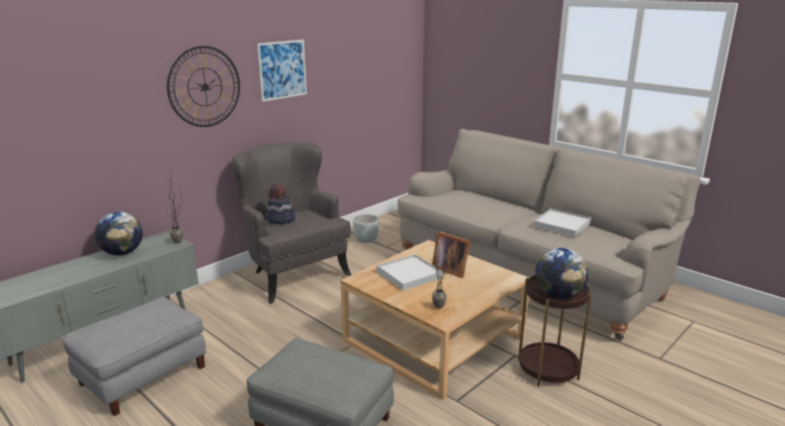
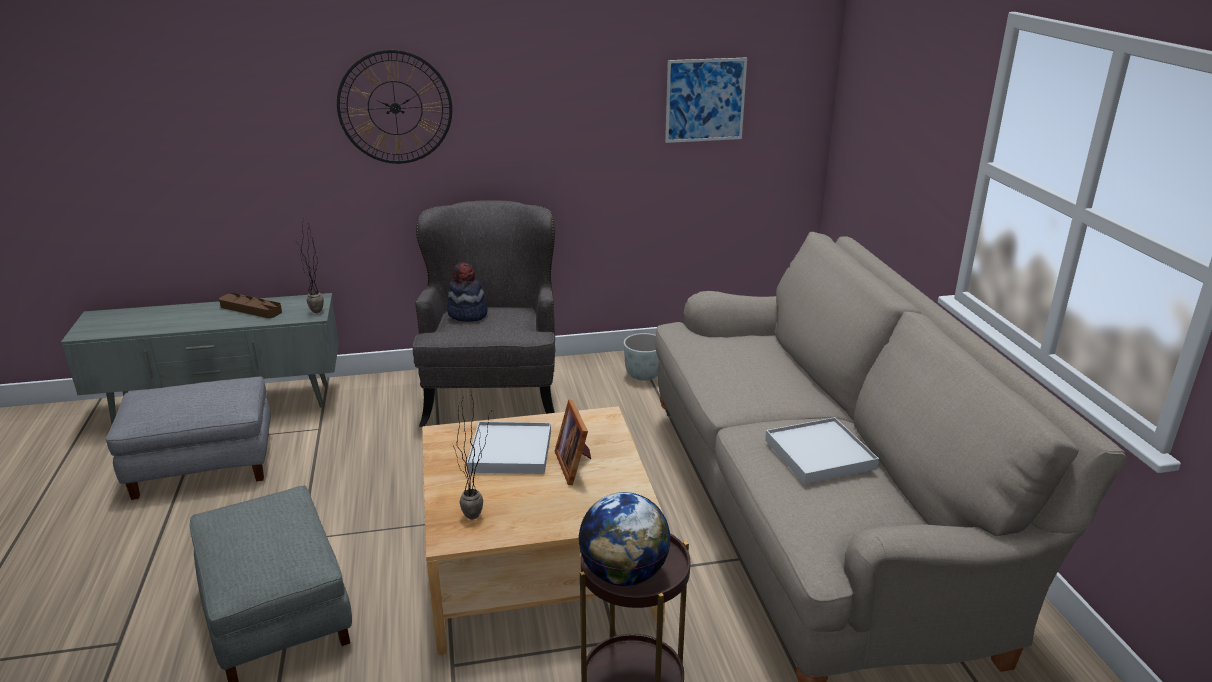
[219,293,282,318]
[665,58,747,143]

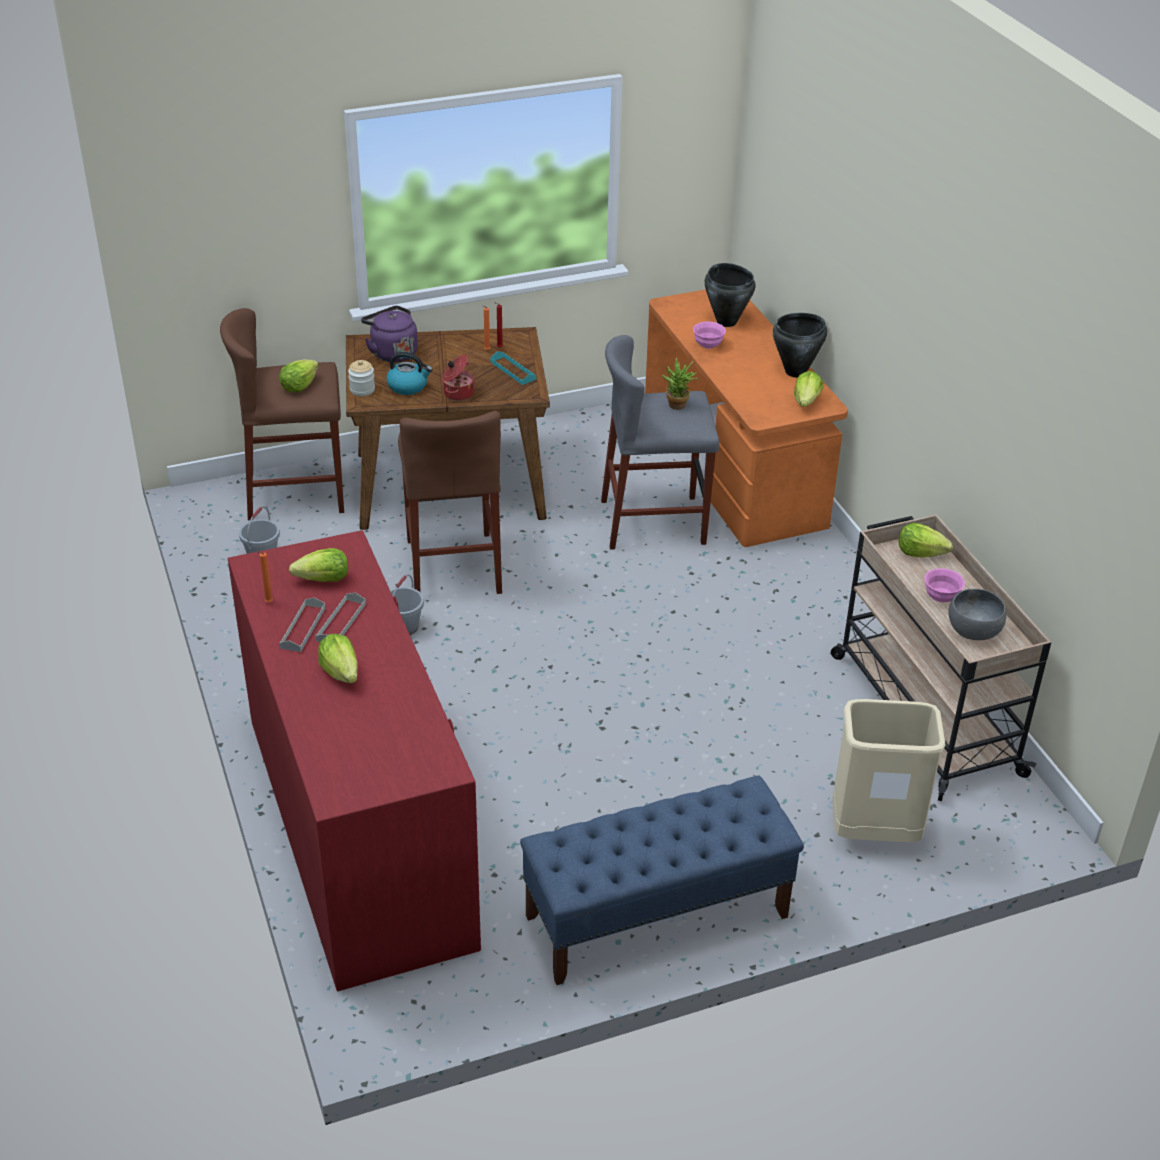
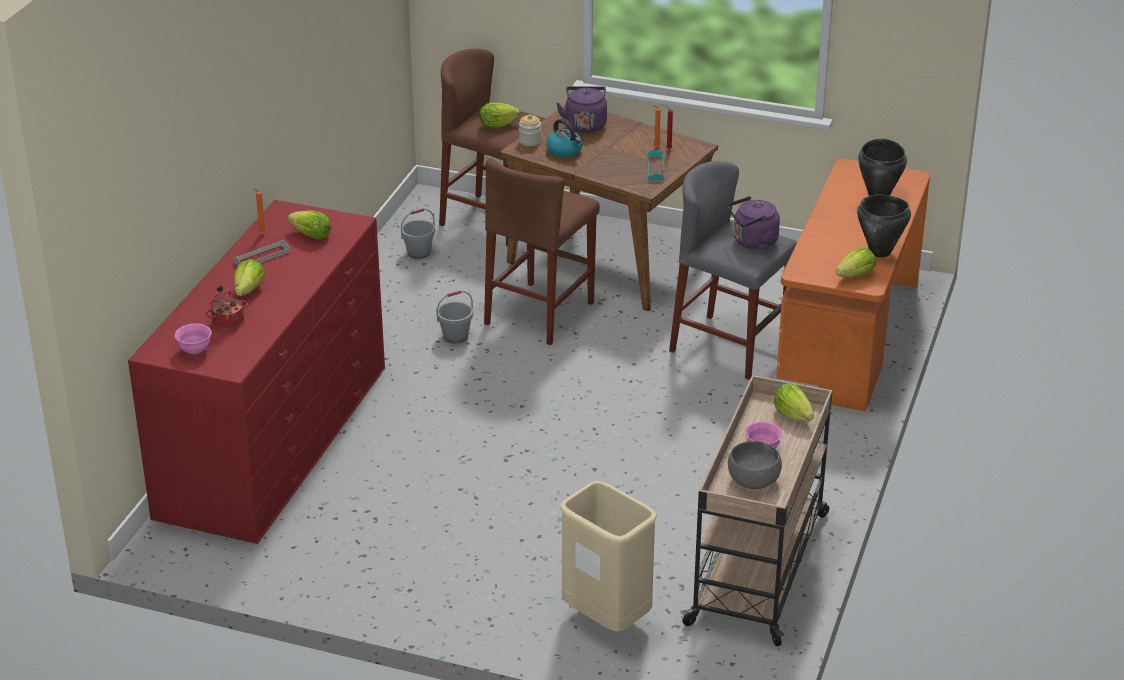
[315,593,366,642] (first image)
[205,284,248,329]
[520,775,804,985] (first image)
[727,196,780,250]
[175,323,212,354]

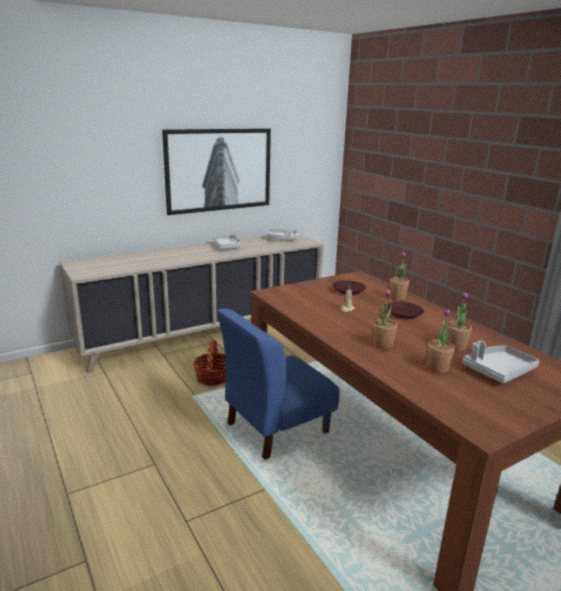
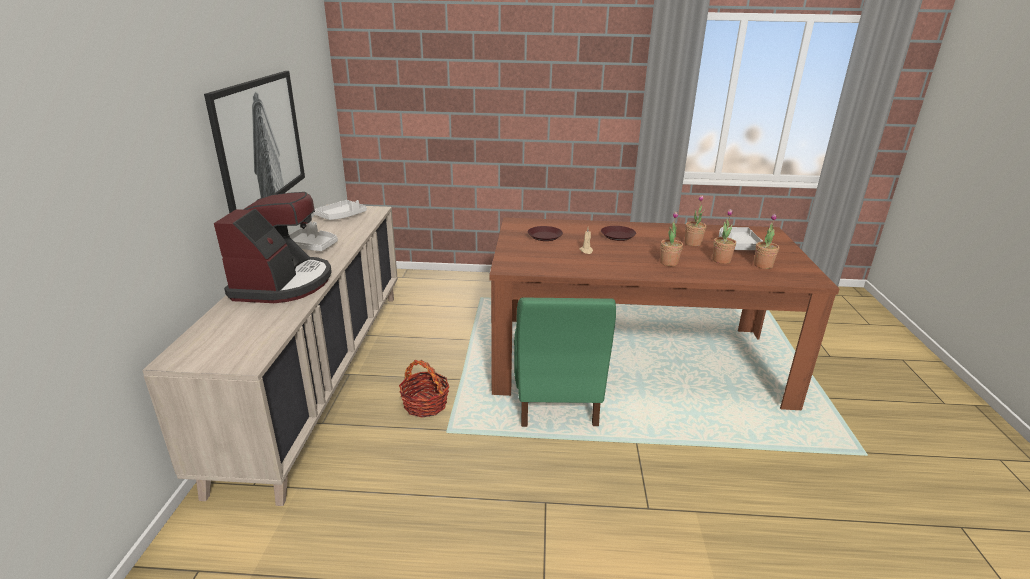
[514,297,616,427]
[754,214,779,269]
[214,192,332,303]

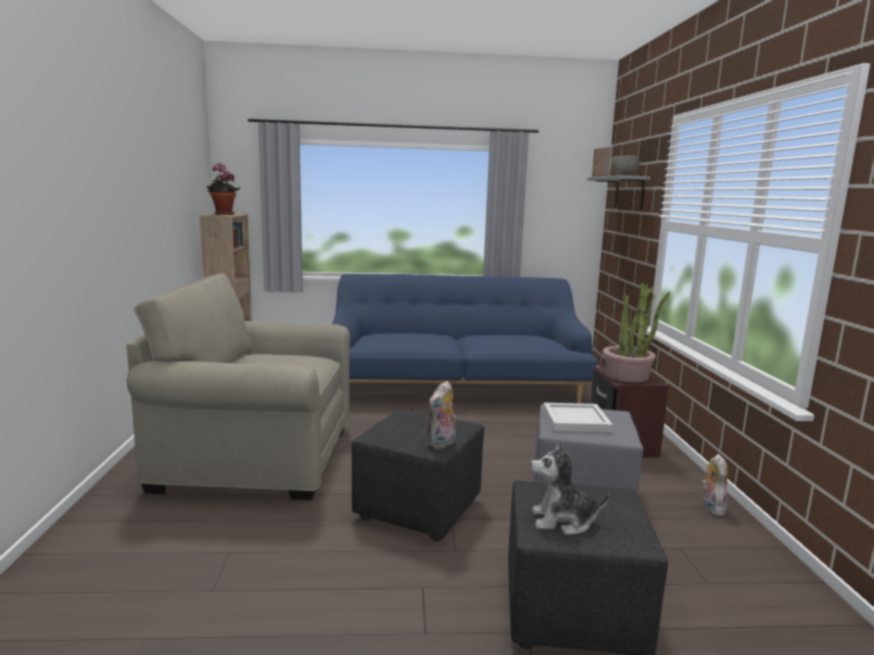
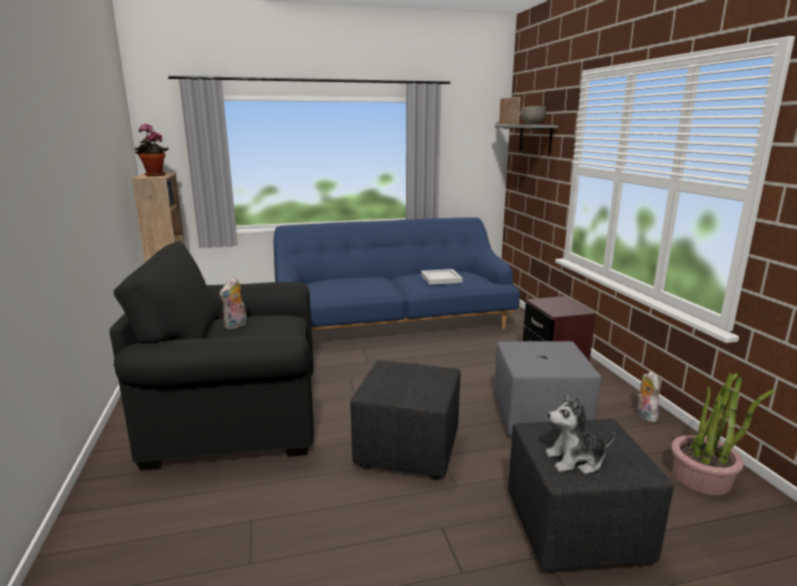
[109,241,314,470]
[219,277,247,330]
[421,269,463,285]
[671,373,775,495]

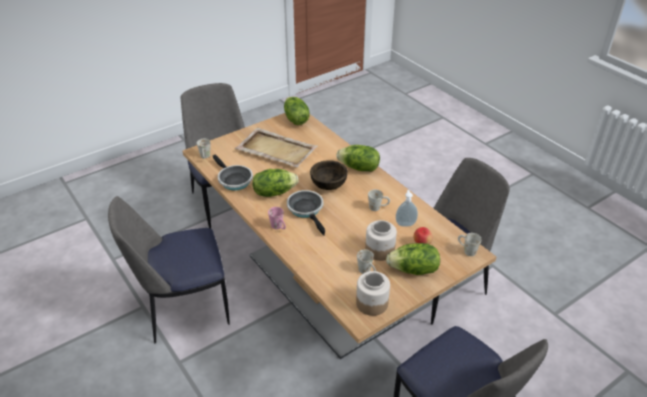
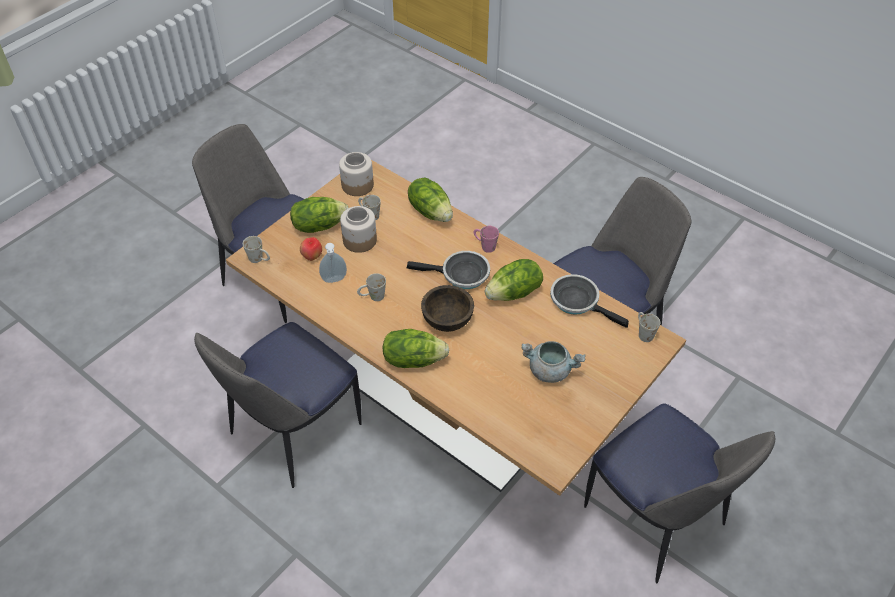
[522,341,586,383]
[408,177,453,222]
[406,251,490,289]

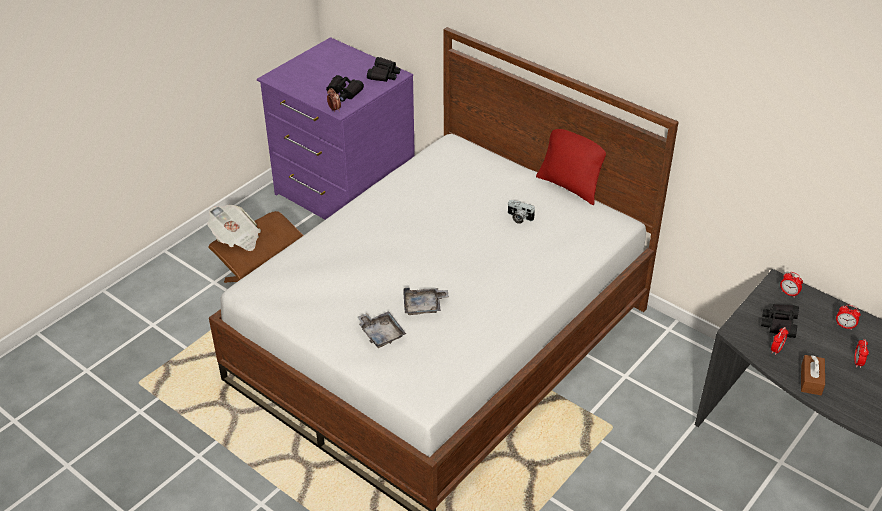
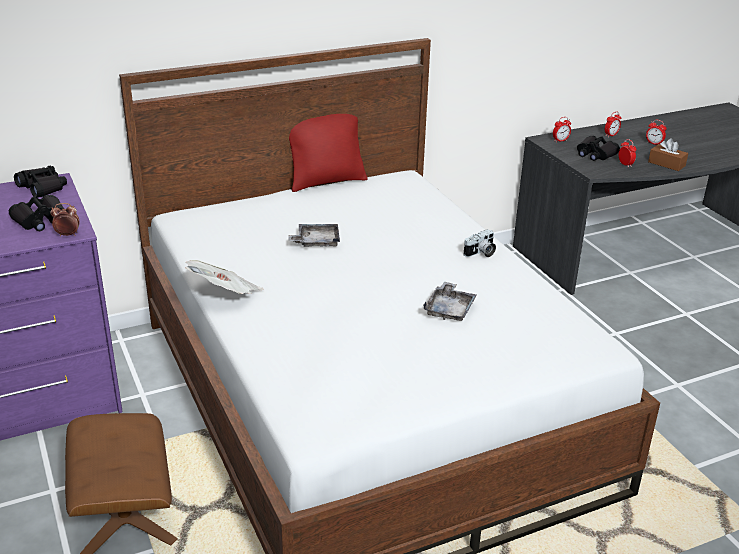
[185,260,263,294]
[288,224,340,247]
[463,229,496,257]

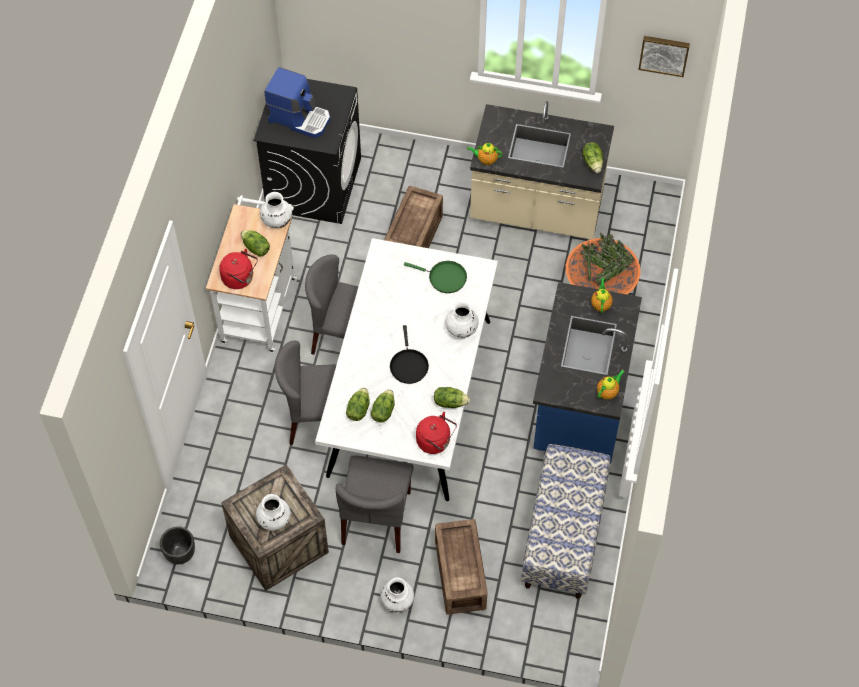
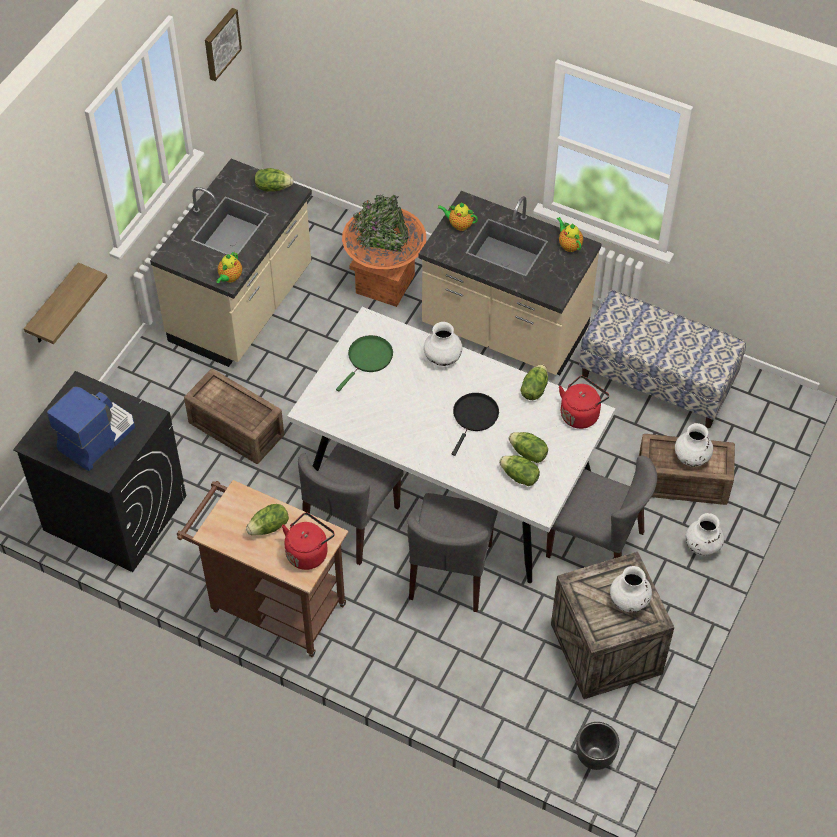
[177,480,348,657]
[675,423,713,467]
[452,393,499,456]
[418,191,602,375]
[24,262,108,344]

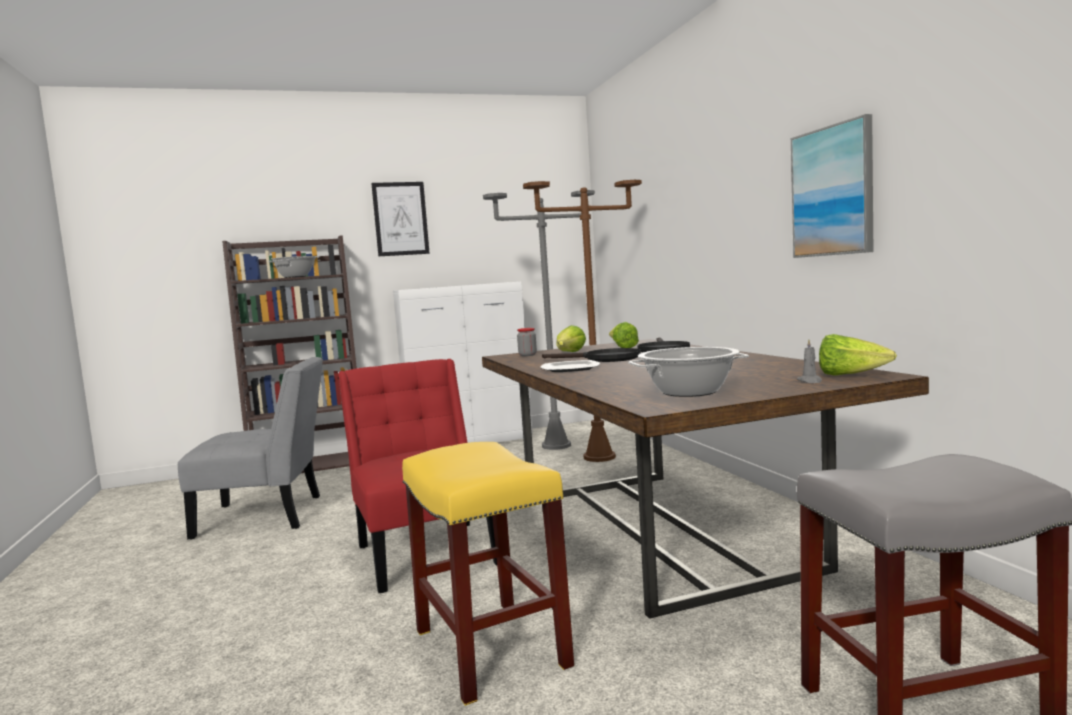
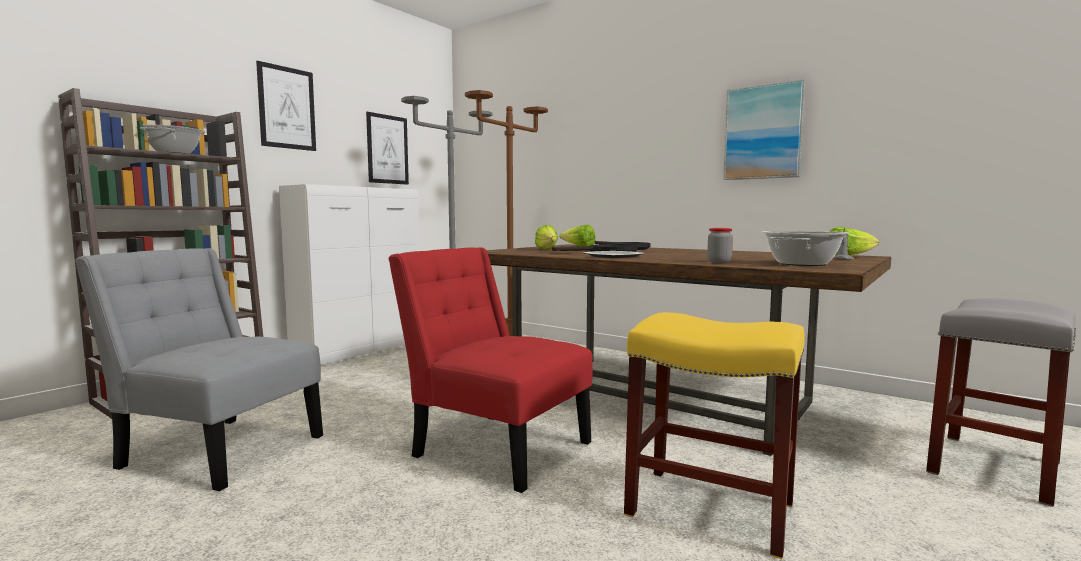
[75,248,323,491]
[707,228,733,263]
[366,112,409,185]

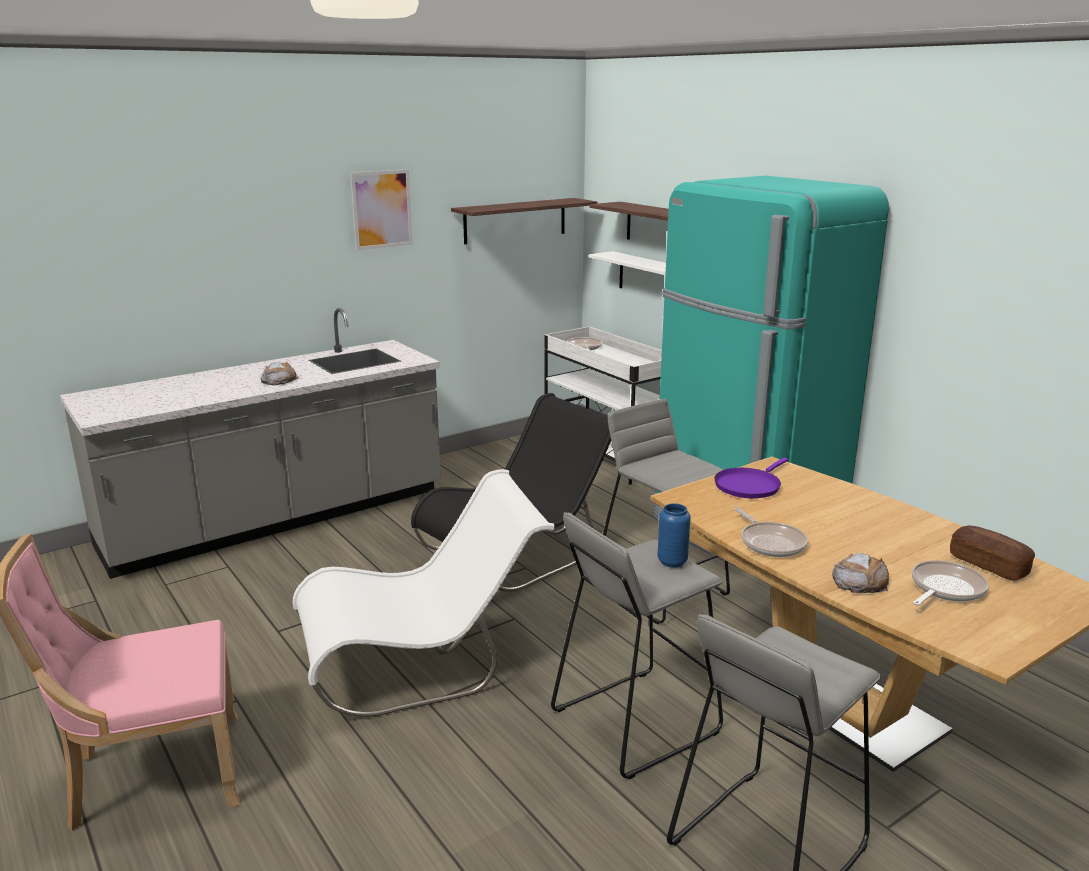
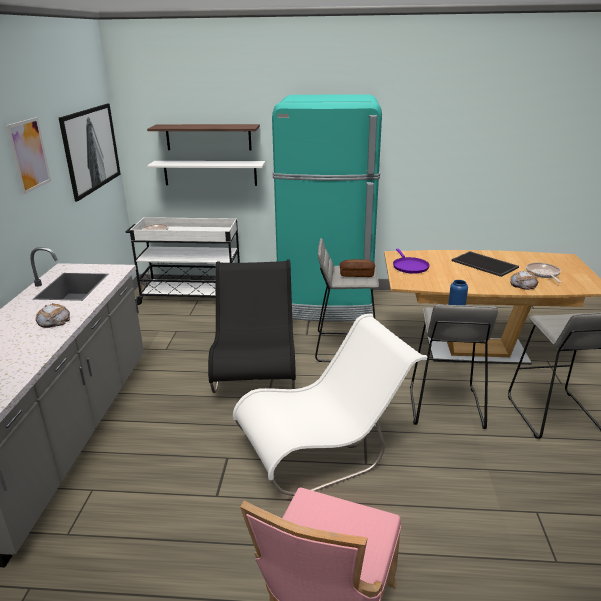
[233,314,427,496]
[59,103,121,202]
[734,508,808,557] (first image)
[340,259,375,277]
[452,251,519,277]

